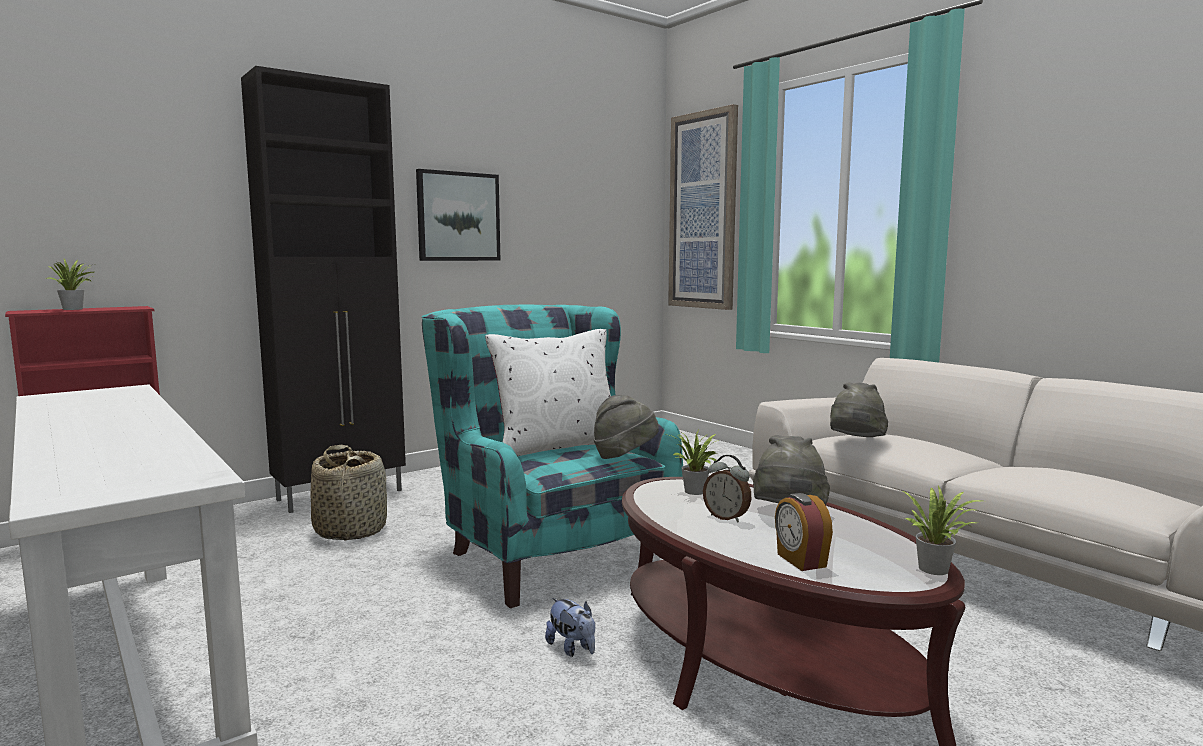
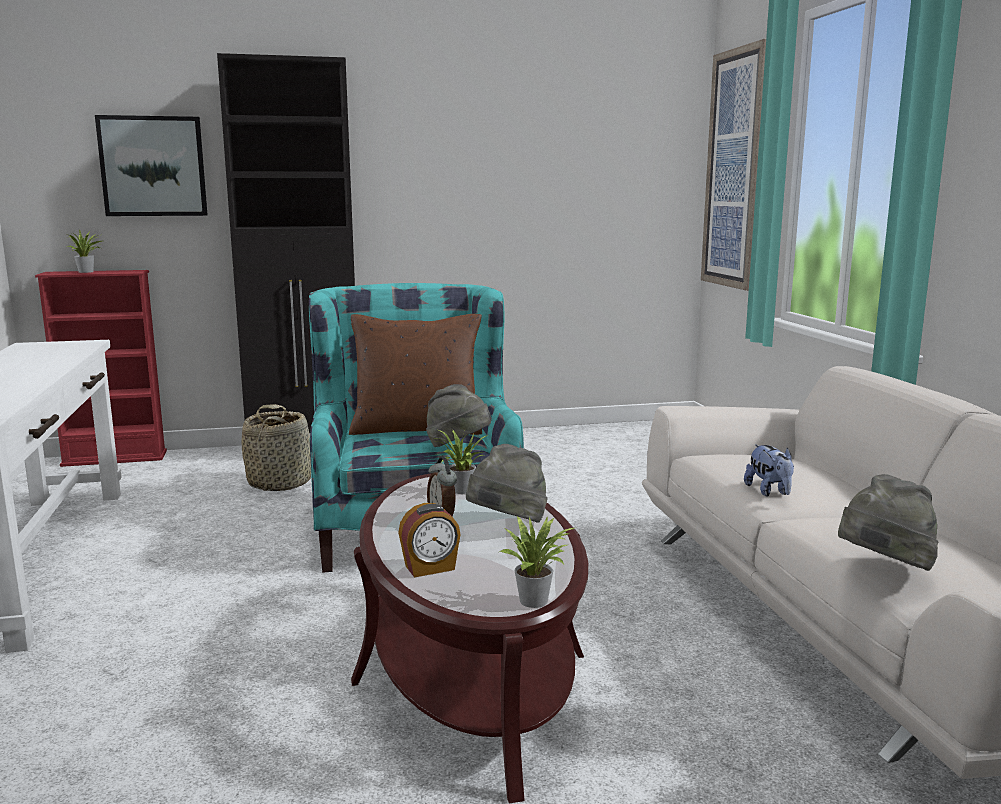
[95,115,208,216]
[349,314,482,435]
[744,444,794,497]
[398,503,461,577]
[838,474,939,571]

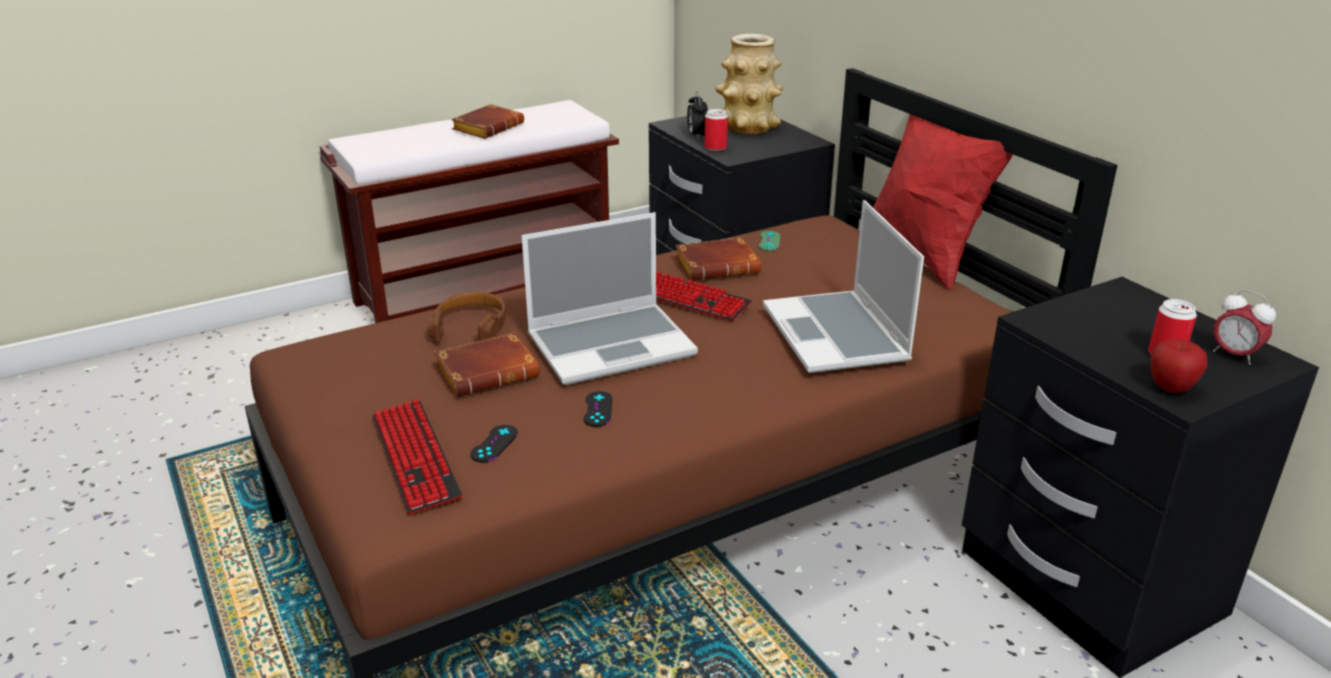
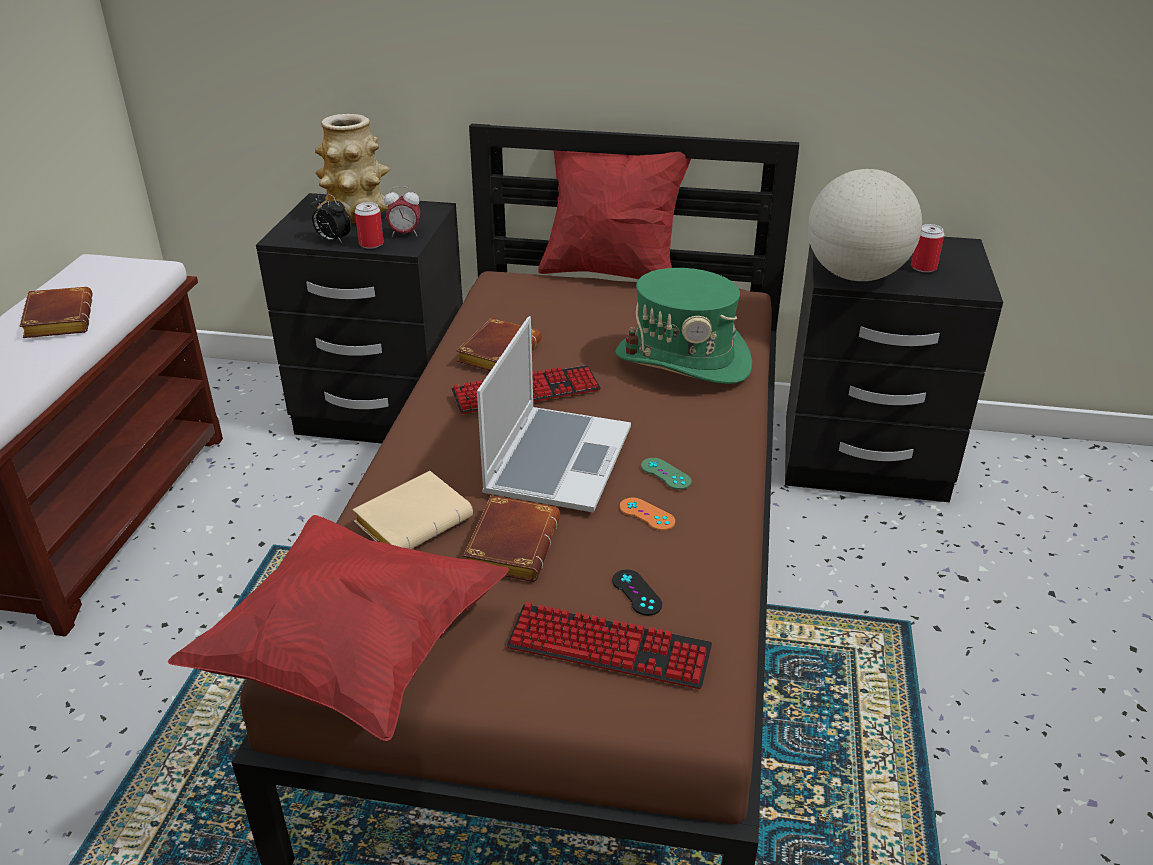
[353,471,473,549]
[620,498,675,531]
[641,458,692,490]
[615,268,752,384]
[1151,339,1207,394] (first image)
[384,187,421,237]
[168,515,509,741]
[808,169,922,281]

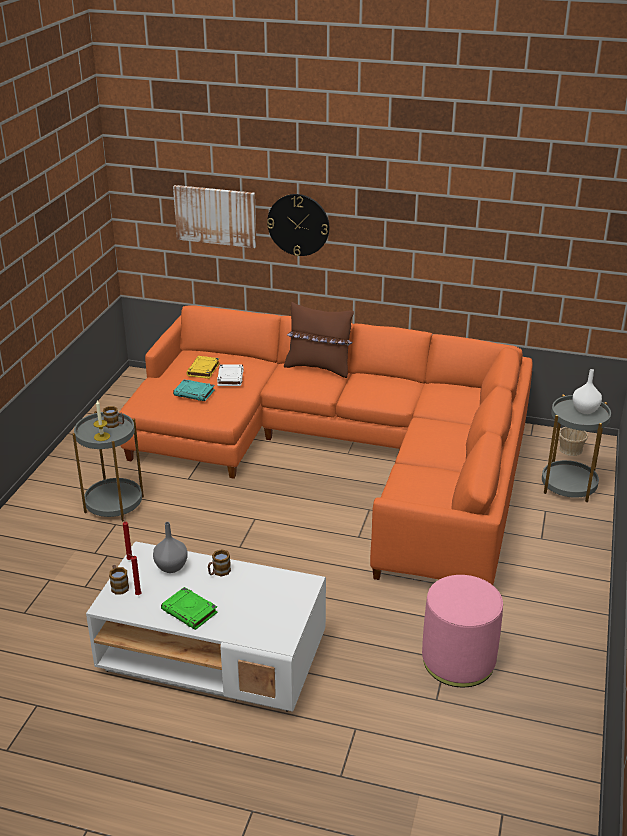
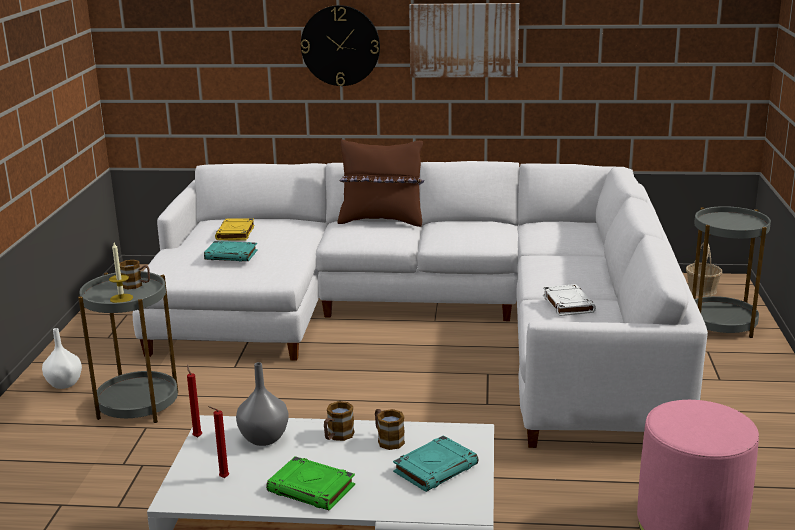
[375,409,405,450]
[133,161,708,448]
[409,3,519,77]
[543,284,596,316]
[42,328,82,389]
[393,435,478,492]

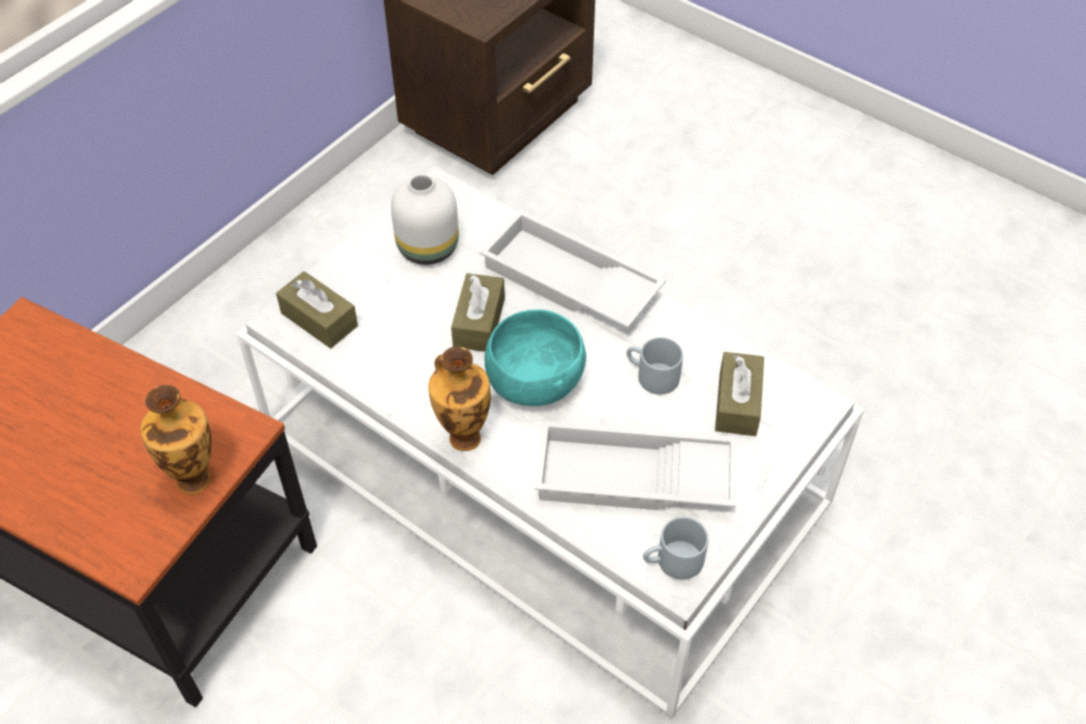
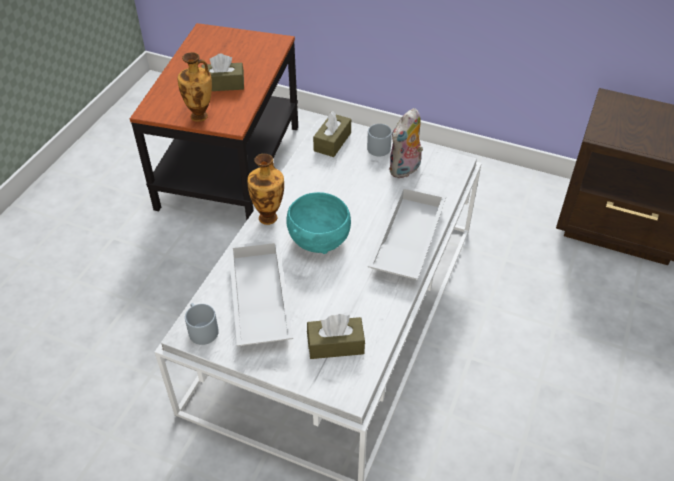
[389,108,423,178]
[201,54,244,91]
[367,124,392,156]

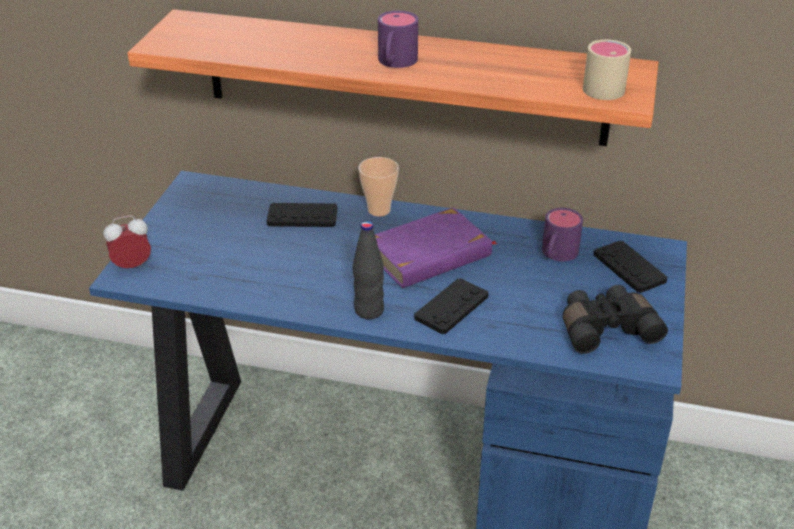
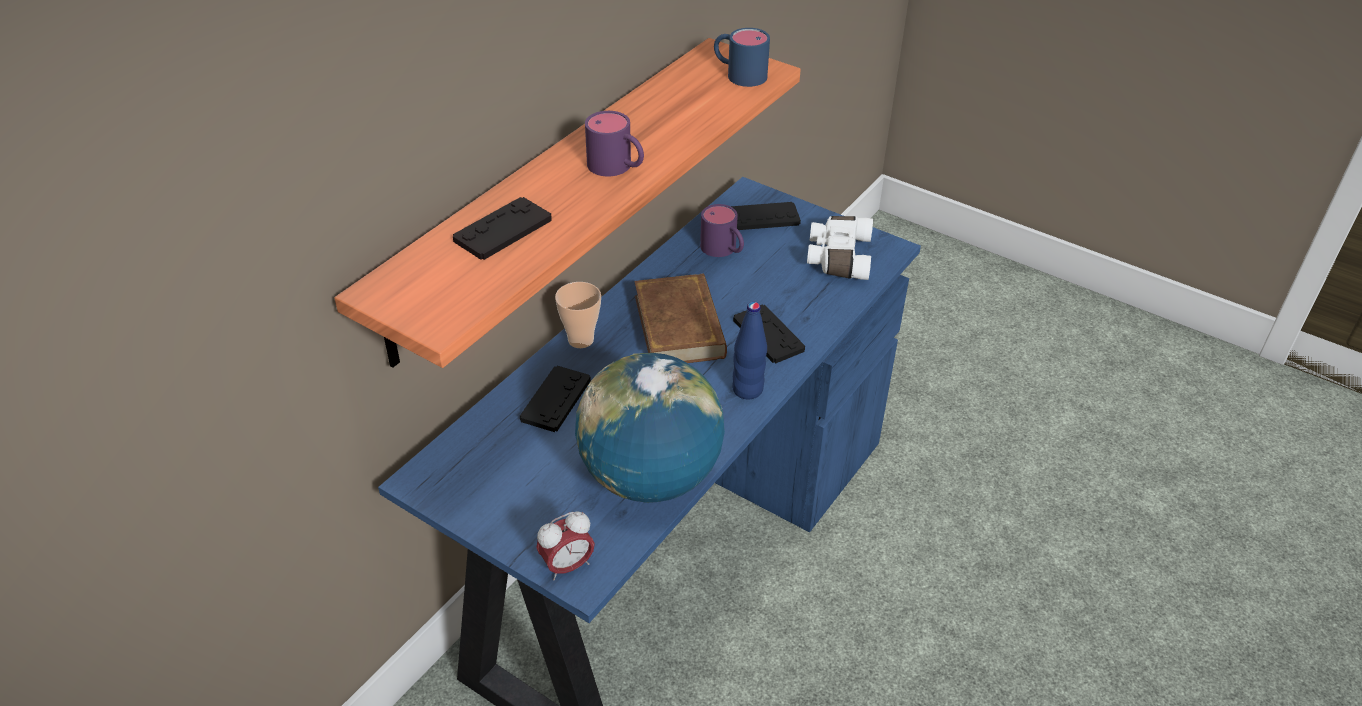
[536,511,595,580]
[732,302,767,400]
[634,274,727,363]
[807,216,873,280]
[714,28,770,87]
[453,197,552,260]
[575,353,725,503]

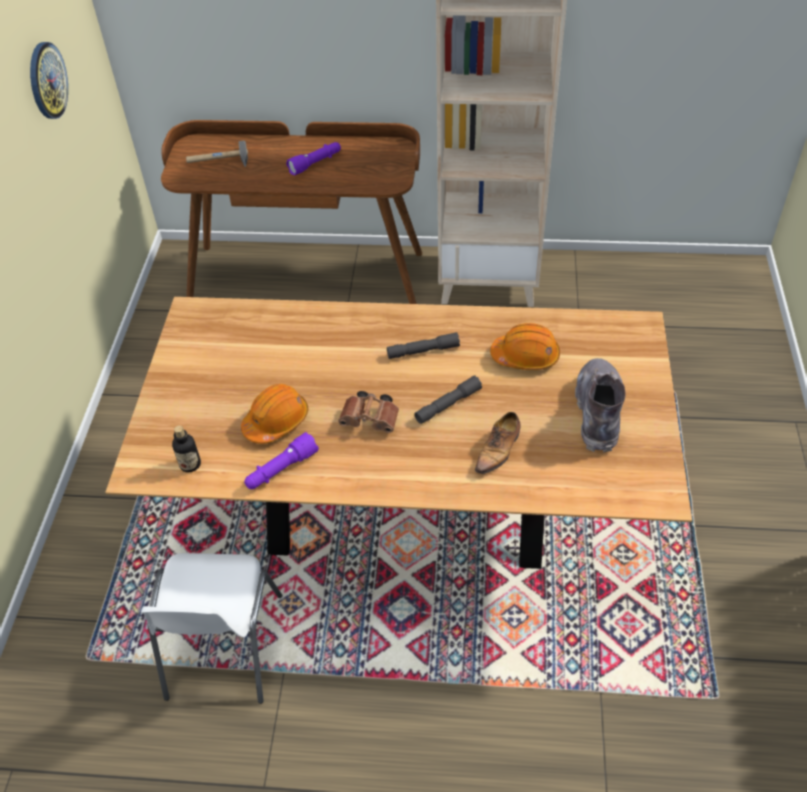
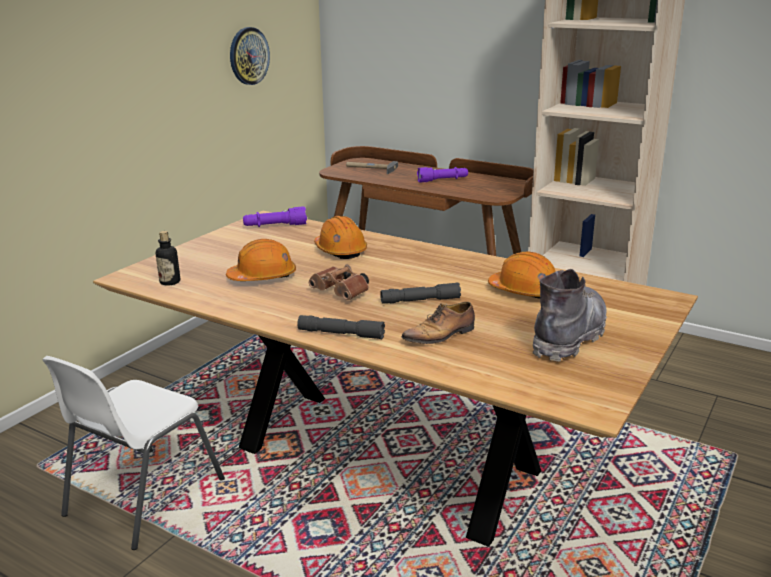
[243,206,307,227]
[297,315,385,339]
[314,216,367,259]

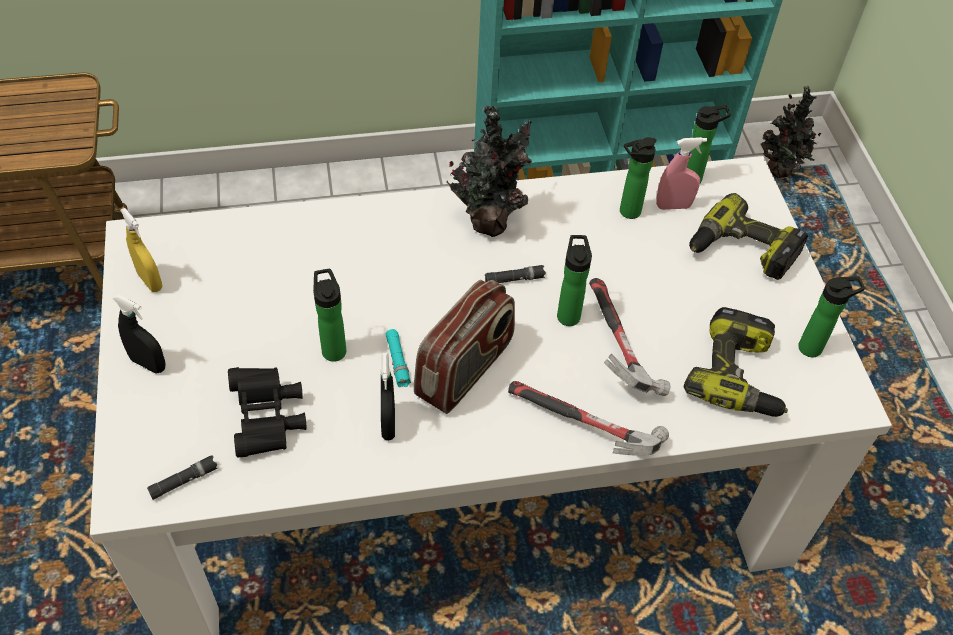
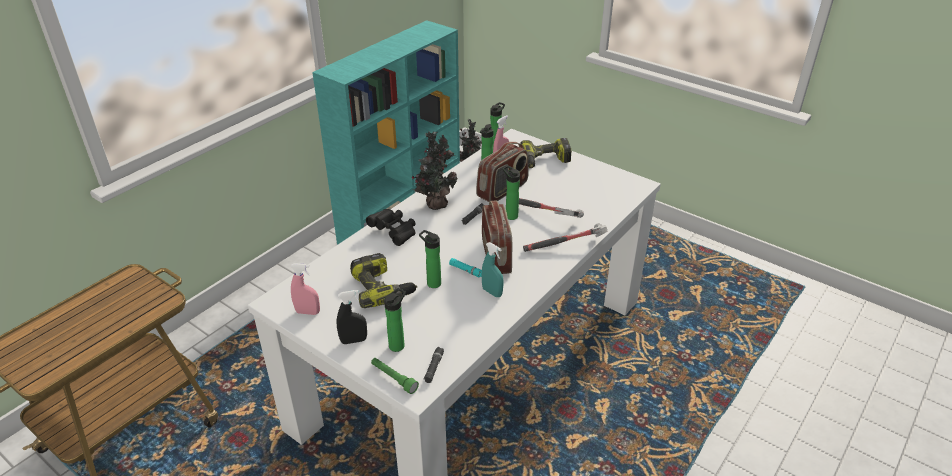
[290,263,320,315]
[366,209,416,246]
[482,242,503,297]
[350,253,417,308]
[384,288,406,352]
[371,358,419,394]
[476,142,529,202]

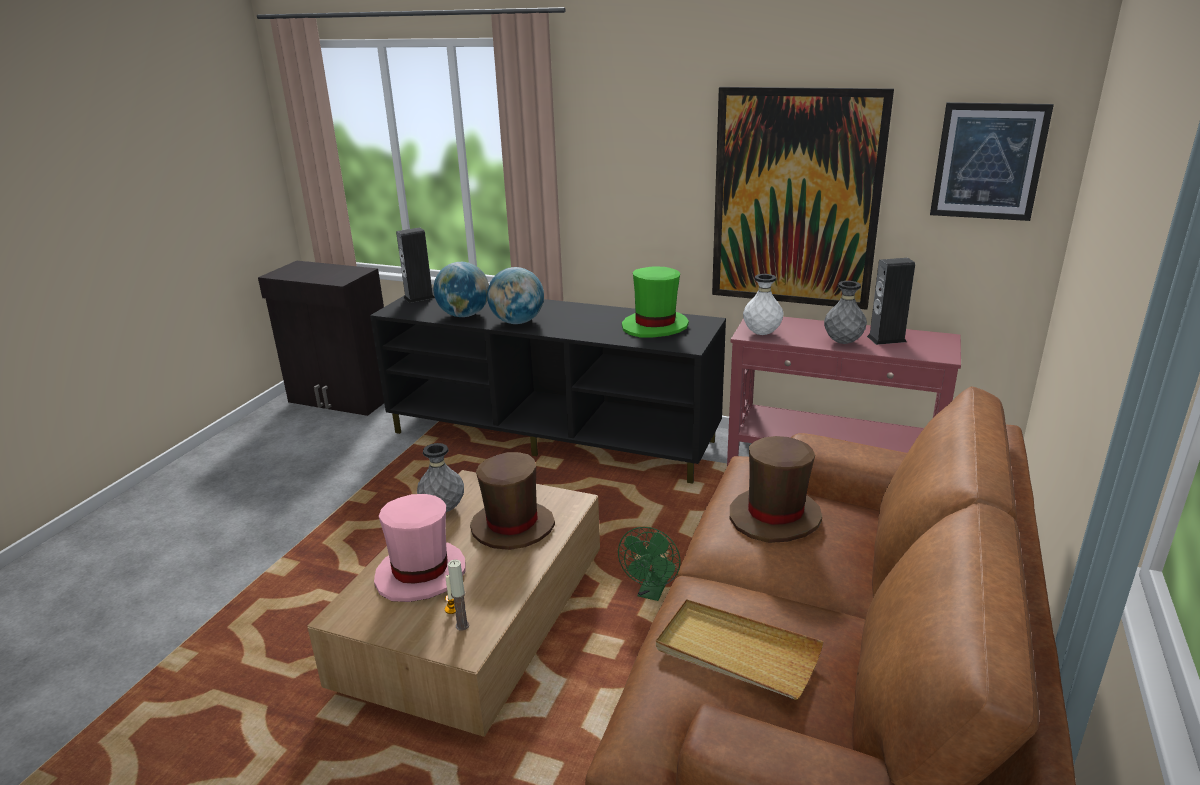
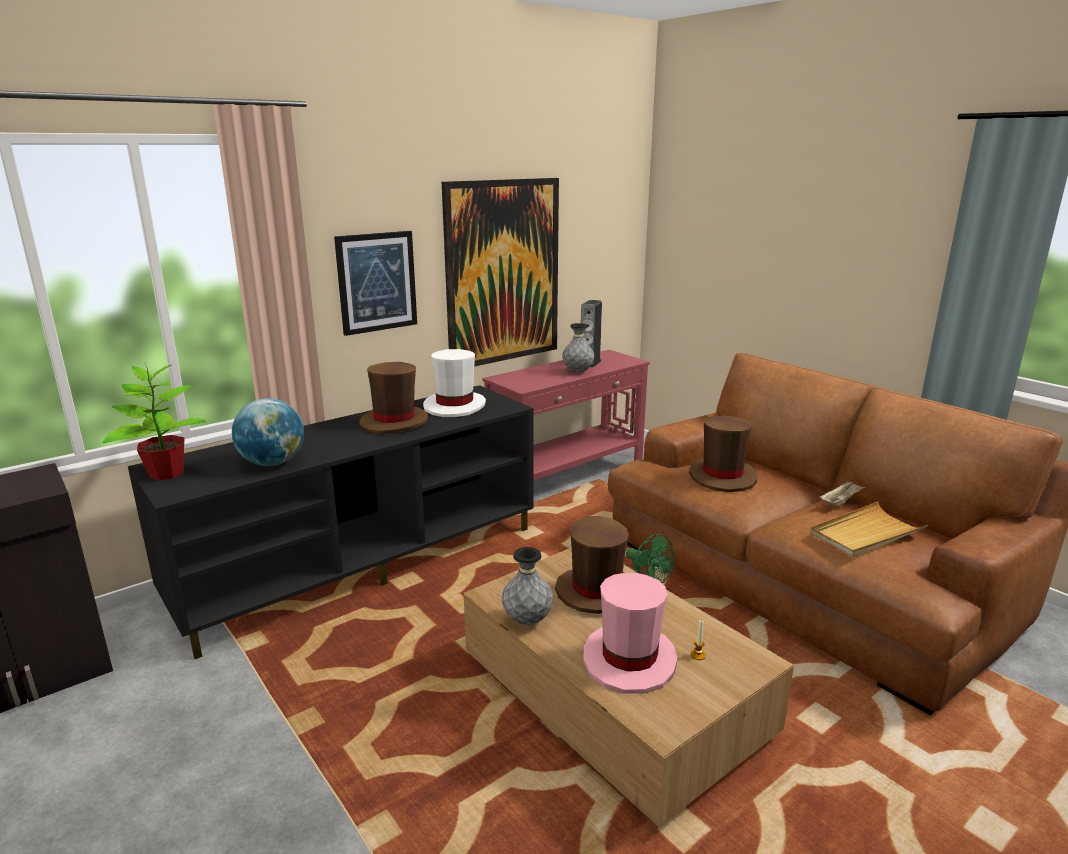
[102,362,206,480]
[448,560,469,630] (first image)
[487,267,544,324] (first image)
[423,349,486,417]
[743,274,783,335] (first image)
[334,231,417,336]
[359,362,428,434]
[819,480,867,506]

